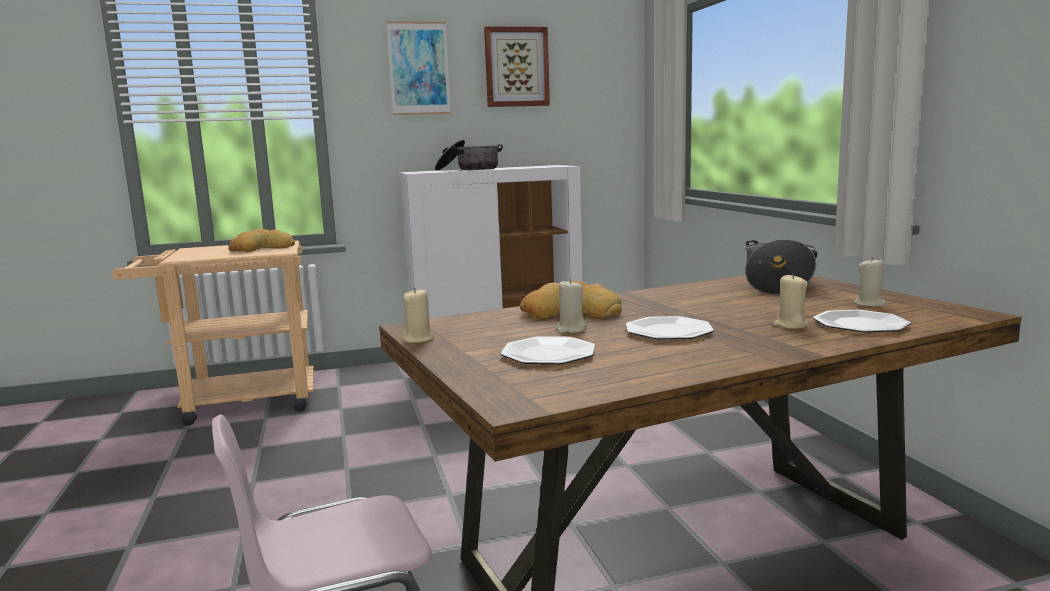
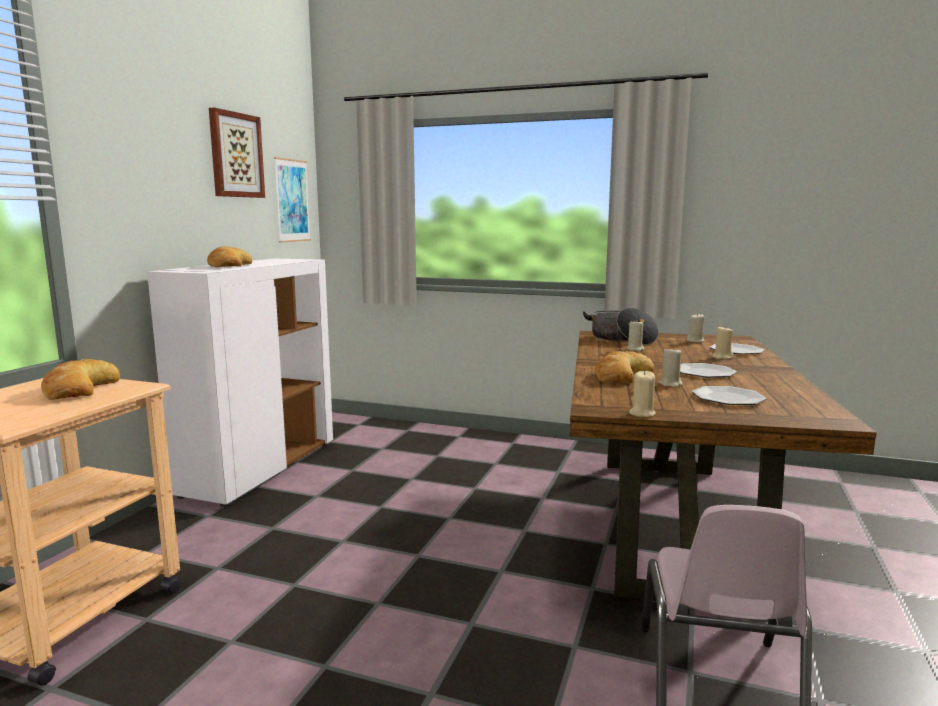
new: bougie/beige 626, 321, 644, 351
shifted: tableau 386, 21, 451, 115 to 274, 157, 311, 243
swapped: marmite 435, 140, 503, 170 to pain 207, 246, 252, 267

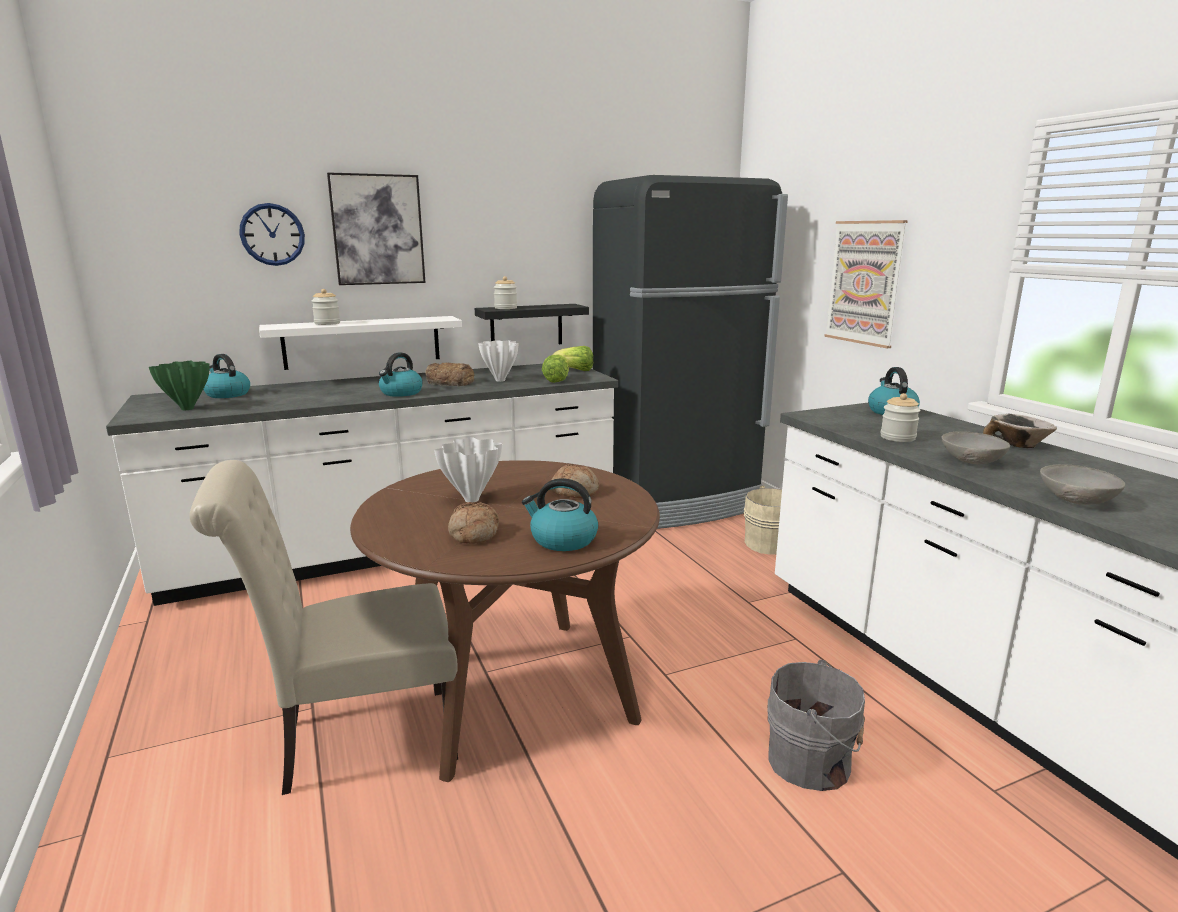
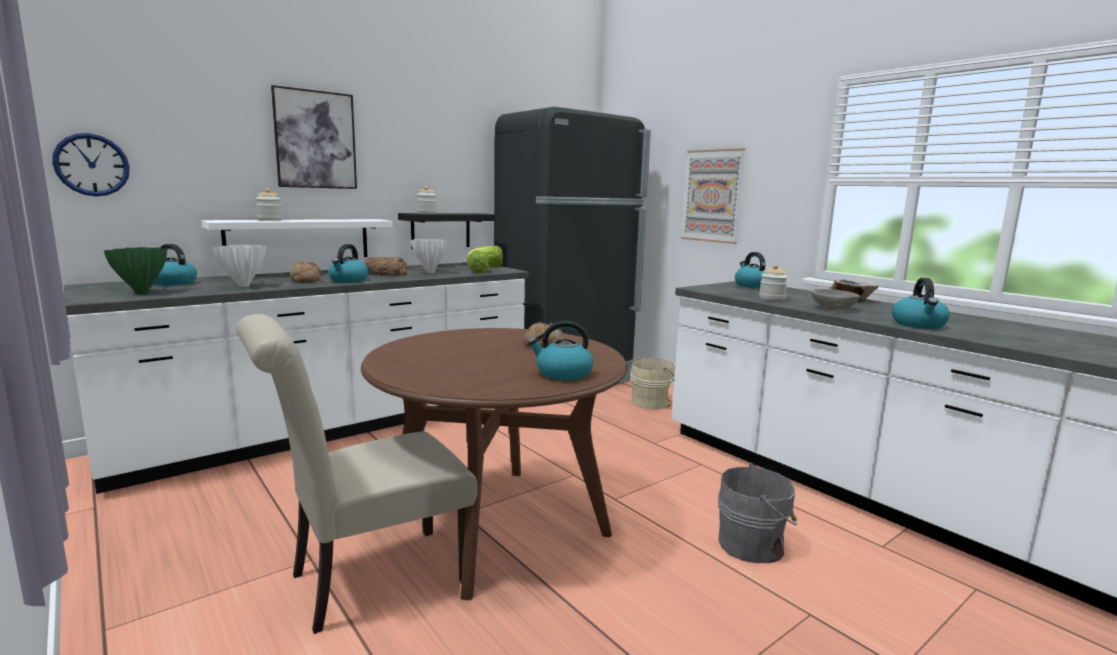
shifted: horloge murale 240, 203, 305, 266 to 52, 133, 130, 197; vase/blanc 434, 437, 502, 502 to 213, 244, 266, 287; pain 448, 502, 499, 544 to 290, 262, 321, 282
swapped: bol/gris 1040, 464, 1125, 505 to bouilloire 892, 278, 950, 329

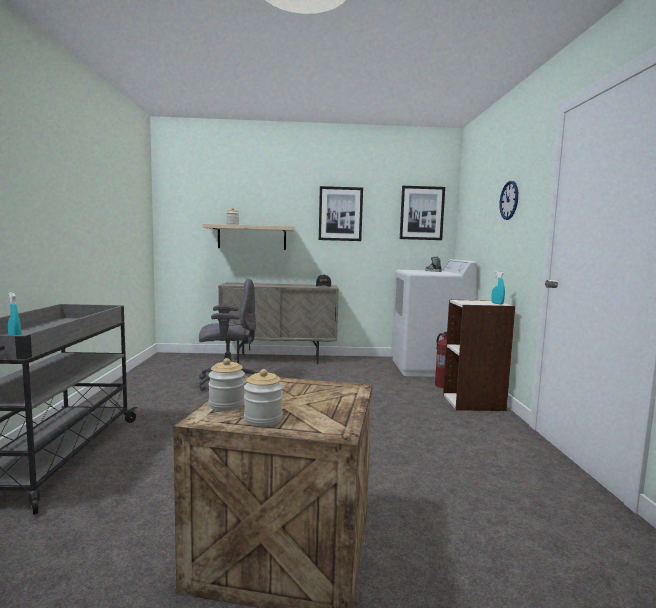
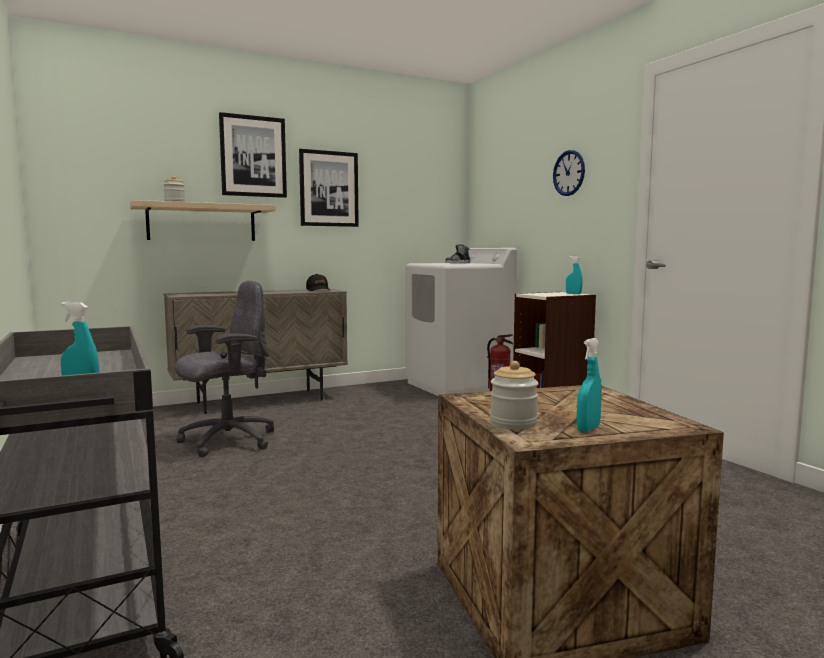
shifted: tableau 400, 186, 445, 240 to 219, 112, 287, 198
swapped: bocal 244, 369, 283, 427 to vaporisateur/turquoise 577, 338, 602, 432

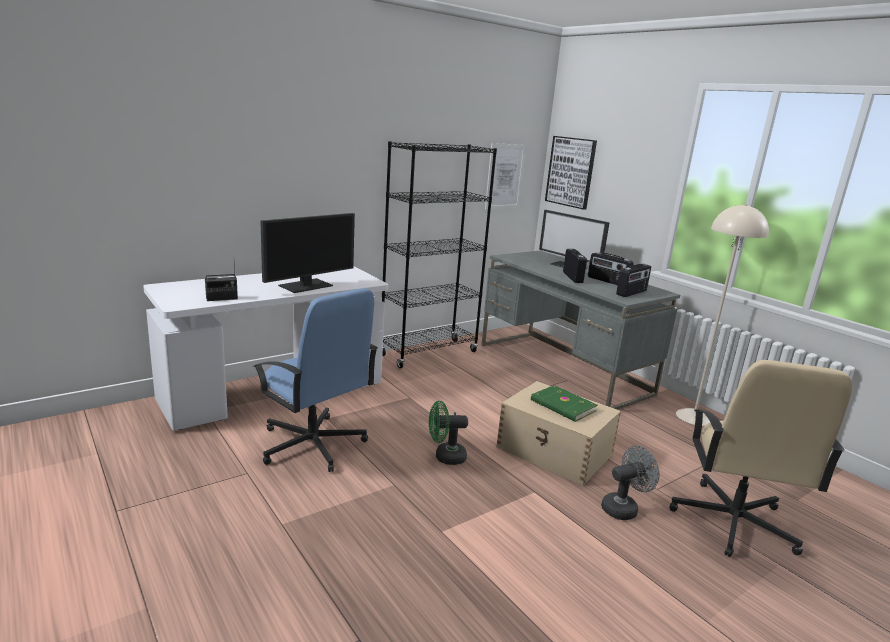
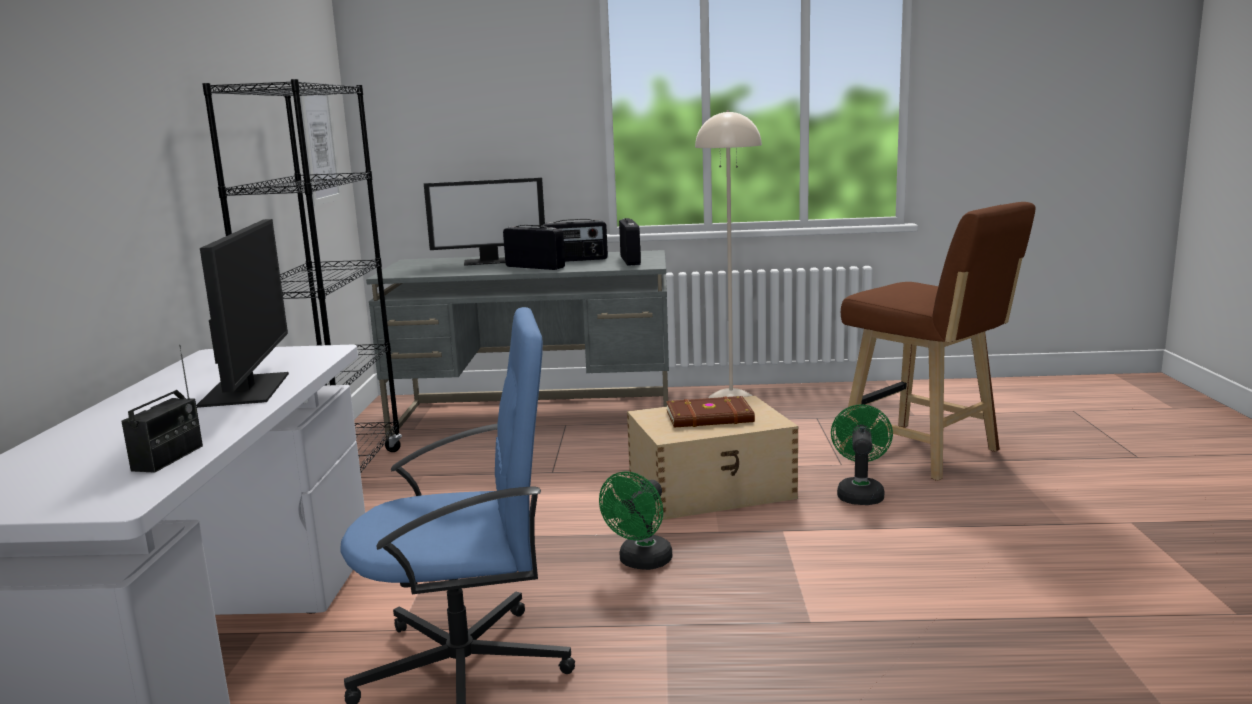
gone: tableau 545, 136, 597, 210
swapped: chaise de bureau/beige 669, 360, 852, 557 to tabouret/marron 839, 202, 1036, 481
repainted: livre/vert 531, 385, 598, 422 to livre/marron 666, 396, 755, 428; ventilateur/gris 601, 446, 659, 520 to ventilateur/vert 831, 404, 893, 505

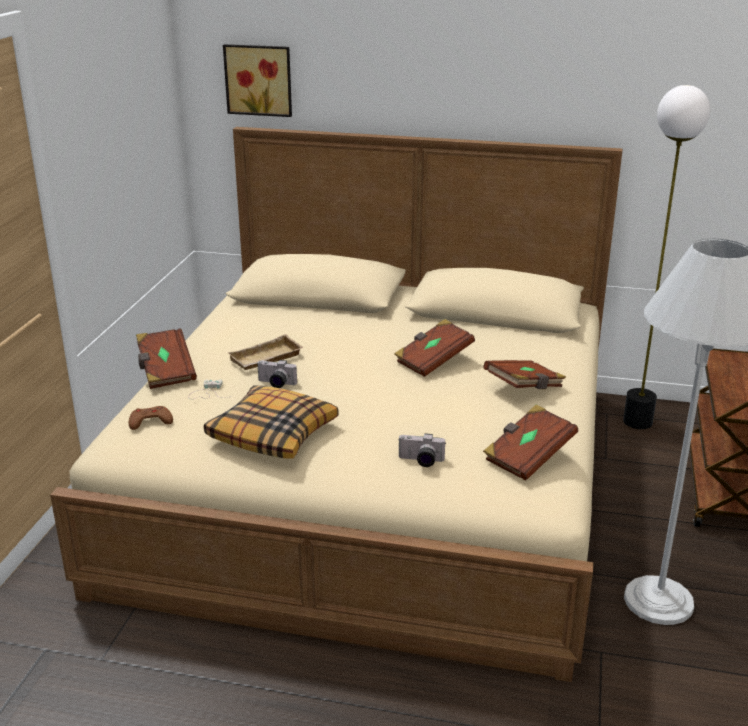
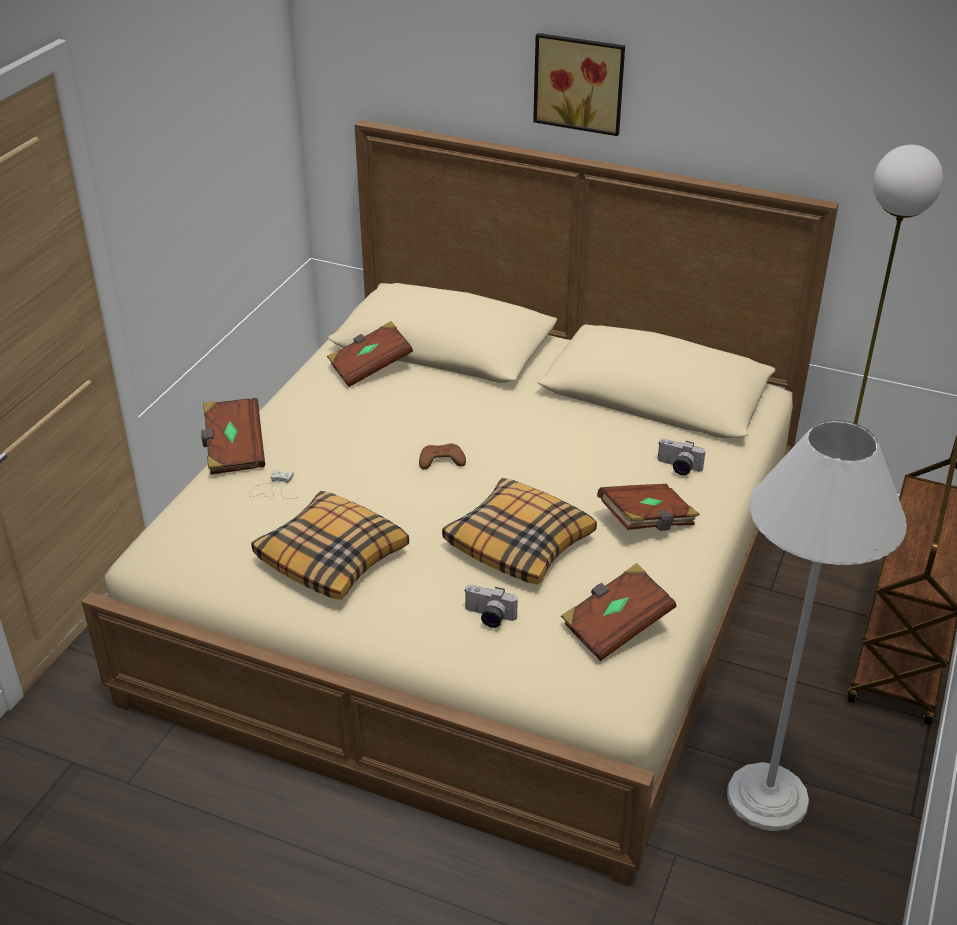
gone: plateau/beige 228, 334, 304, 370
new: coussin 442, 478, 597, 585
shifted: manette/marron 129, 406, 173, 430 to 419, 444, 466, 469; tableau 223, 44, 292, 117 to 533, 33, 625, 136; appareil photo 257, 360, 297, 388 to 658, 439, 706, 475; livre/marron 394, 319, 475, 377 to 327, 321, 413, 387

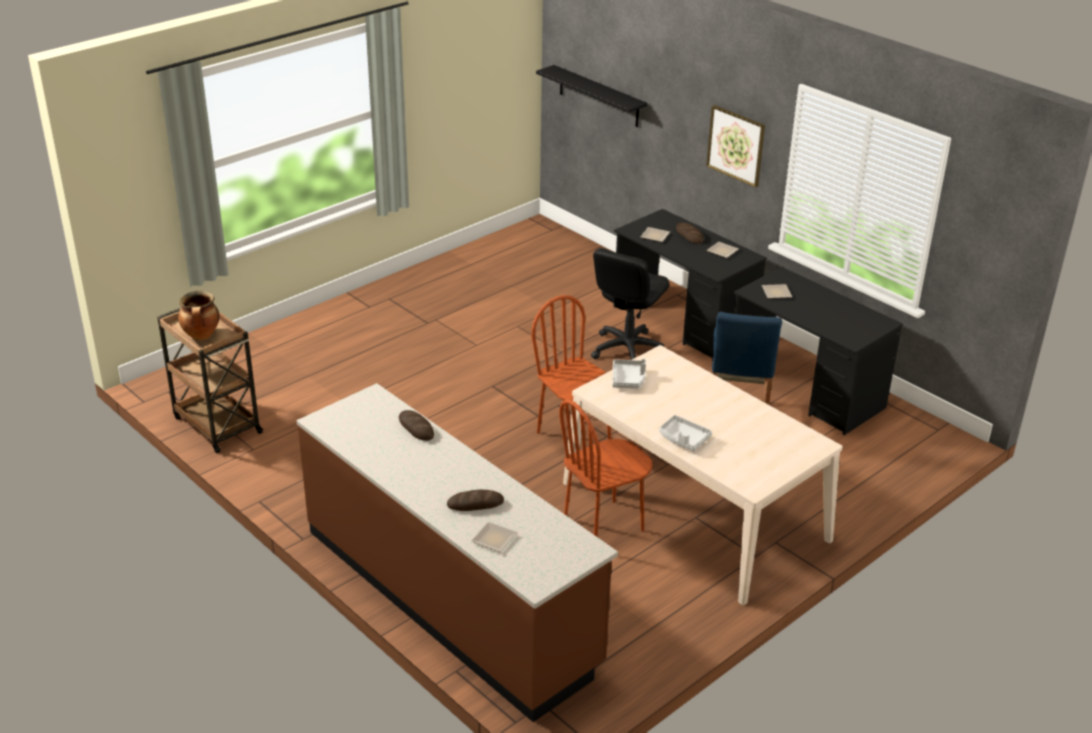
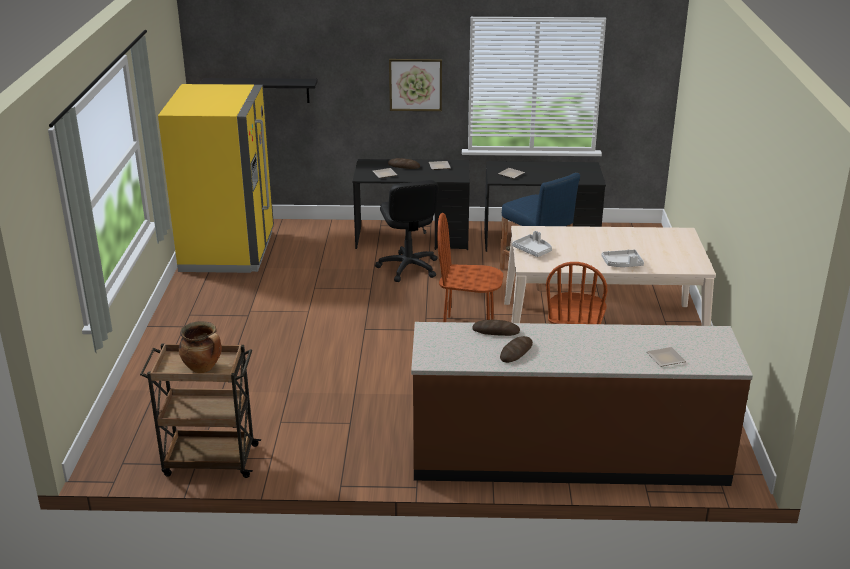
new: réfrigérateur/jaune 158, 84, 274, 273
shifted: pain 447, 490, 504, 511 to 500, 336, 533, 363

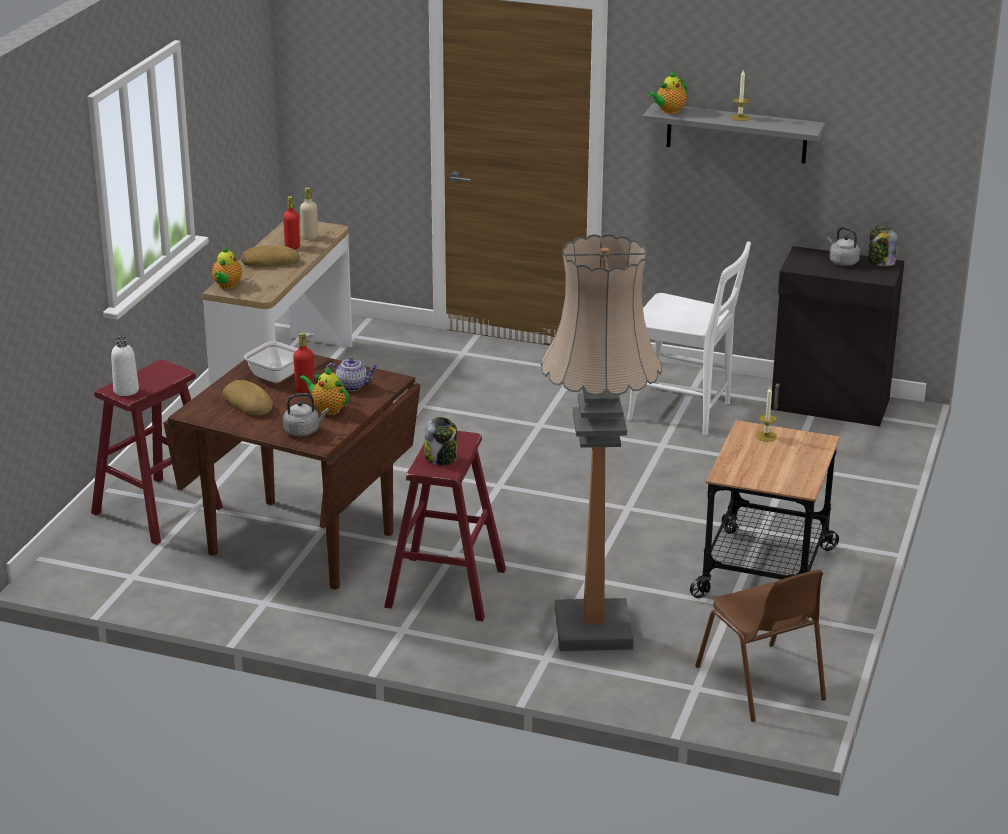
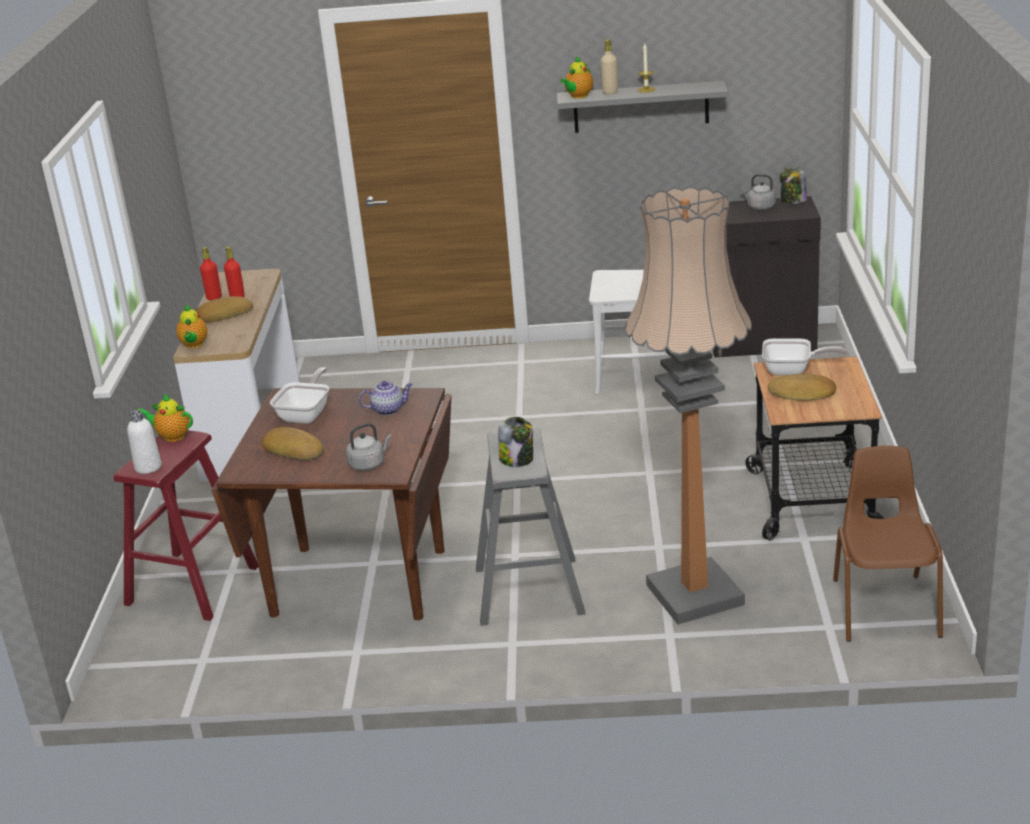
new: pain 767, 374, 837, 401
shifted: bouteille/rouge 293, 332, 314, 393 to 200, 247, 222, 300; théière 299, 366, 349, 415 to 138, 393, 193, 442; bouteille/beige 300, 187, 318, 240 to 601, 39, 618, 95
swapped: bougie 756, 387, 777, 442 to poêle 762, 338, 847, 376
repainted: tabouret/rouge 384, 431, 506, 621 to tabouret/gris 476, 428, 586, 626
rotated: chaise/marron 695, 570, 826, 722 = 833, 446, 943, 642 135 degrees counterclockwise

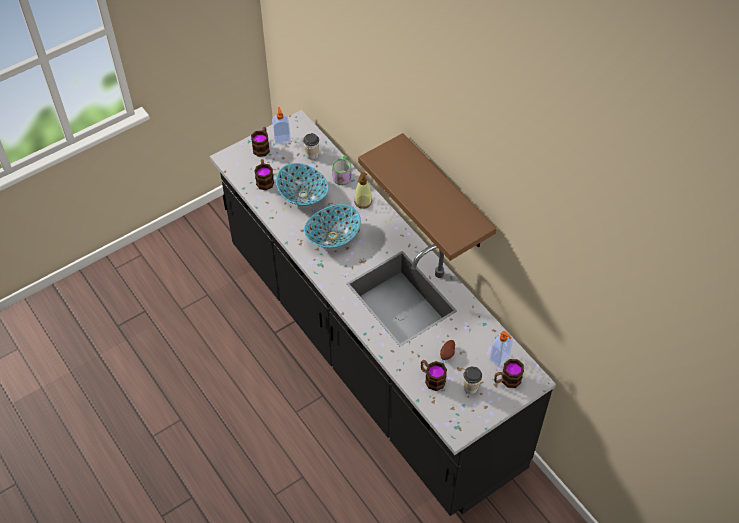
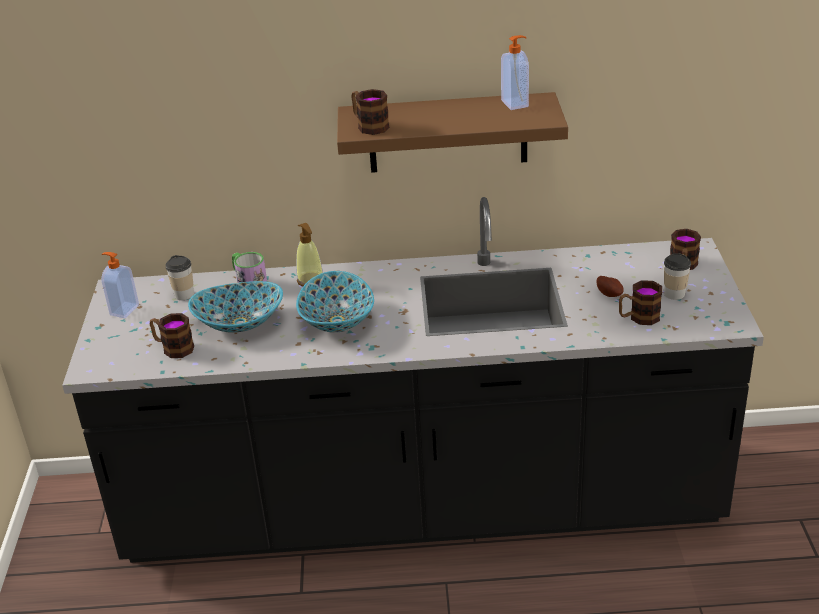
shifted: mug 251, 127, 270, 157 to 351, 89, 390, 135; distributeur de savon 490, 331, 513, 367 to 501, 35, 529, 110

